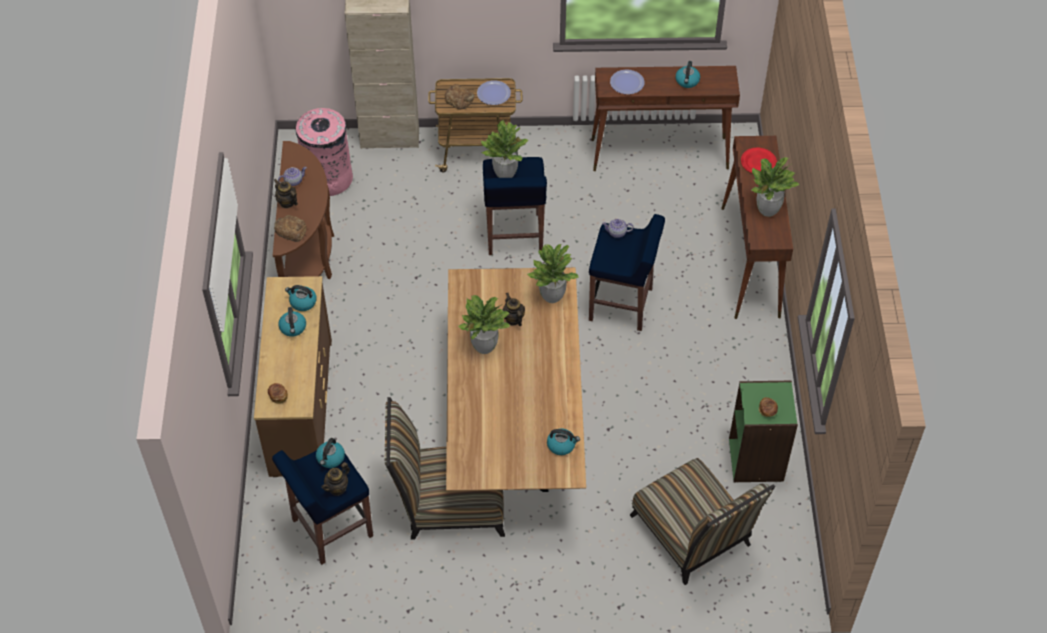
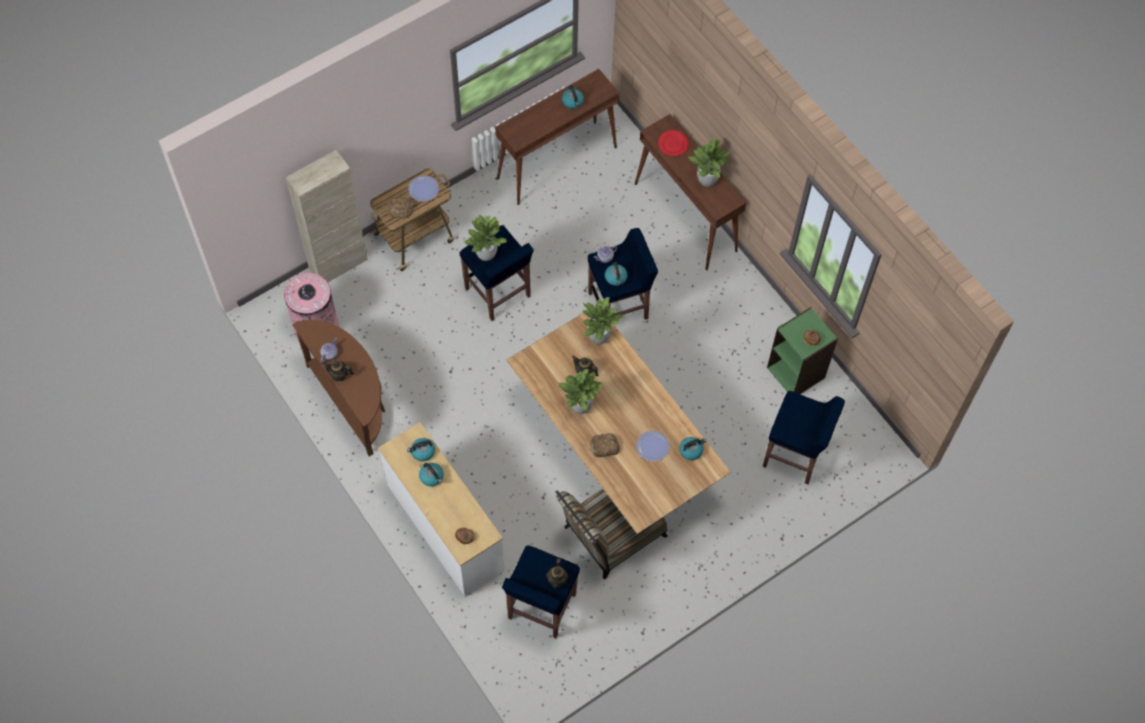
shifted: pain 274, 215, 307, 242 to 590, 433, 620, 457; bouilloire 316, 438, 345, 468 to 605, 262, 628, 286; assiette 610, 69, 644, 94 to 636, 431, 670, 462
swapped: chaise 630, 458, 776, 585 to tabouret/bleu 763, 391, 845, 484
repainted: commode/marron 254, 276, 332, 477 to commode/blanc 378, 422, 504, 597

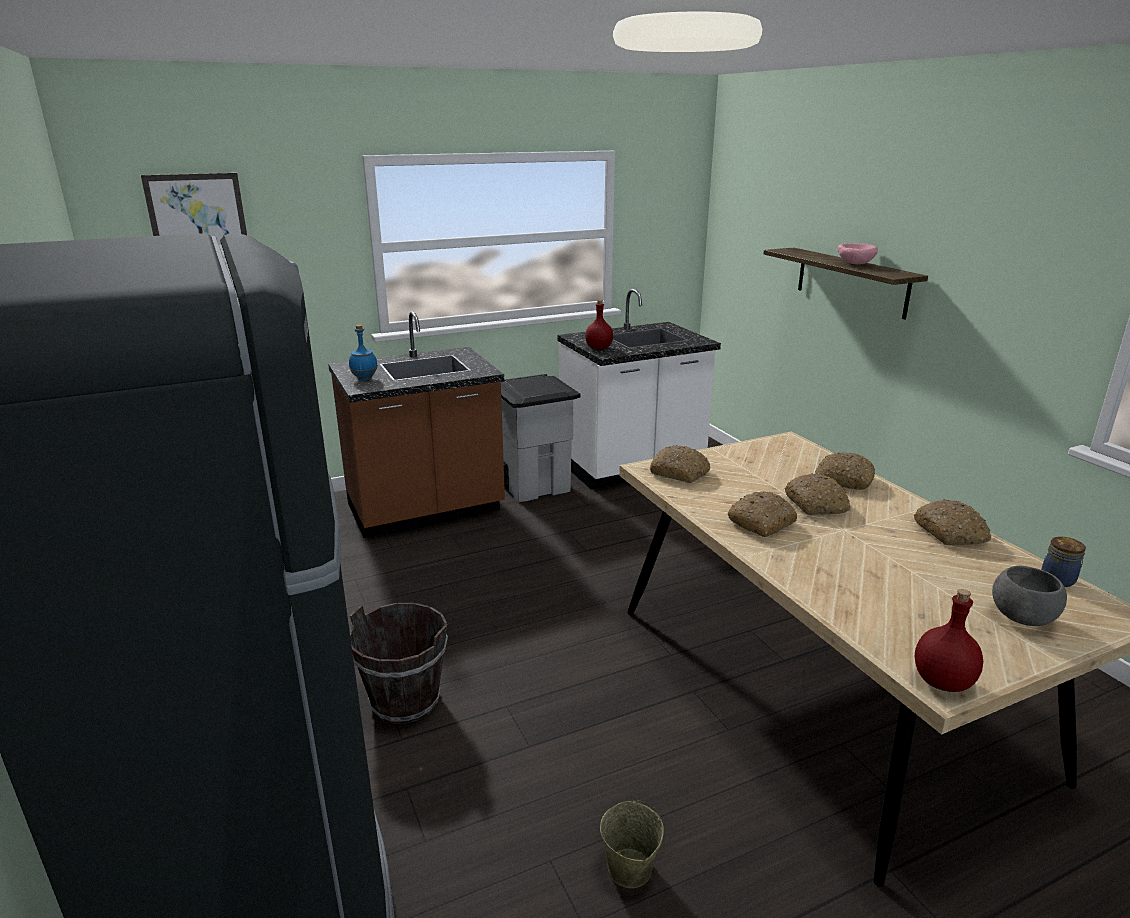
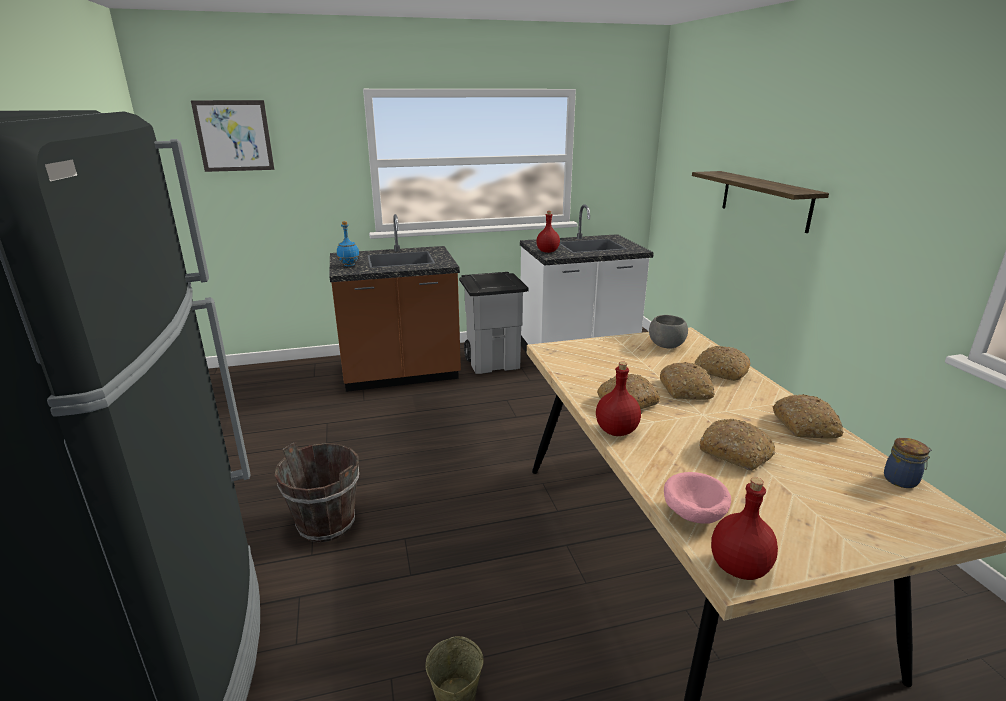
new: bouteille/rouge 596, 361, 641, 436
shifted: pain 650, 445, 710, 483 to 699, 419, 775, 471; bol/rose 838, 243, 878, 265 to 664, 472, 731, 523; bol/gris 992, 566, 1067, 626 to 649, 315, 688, 348

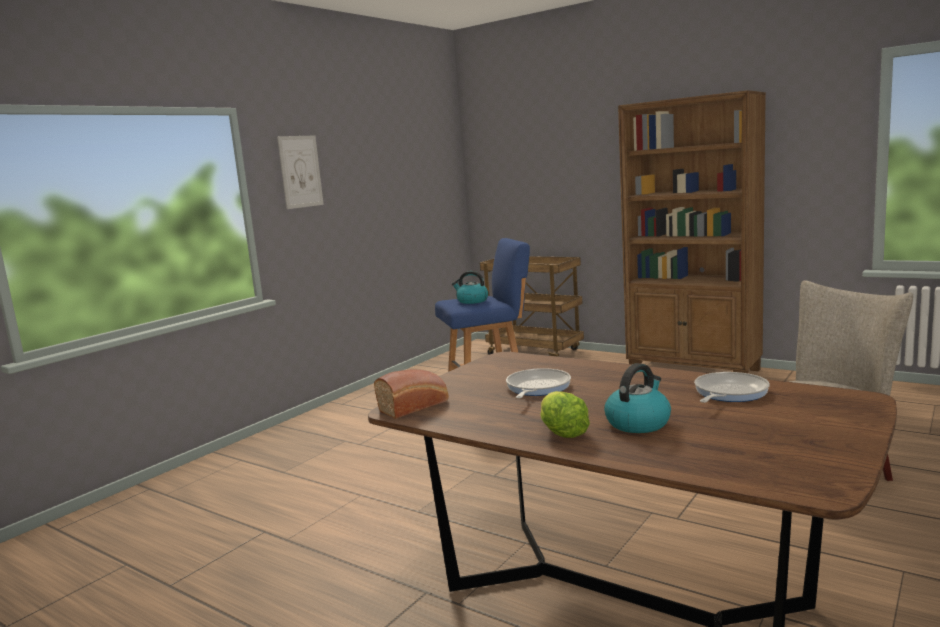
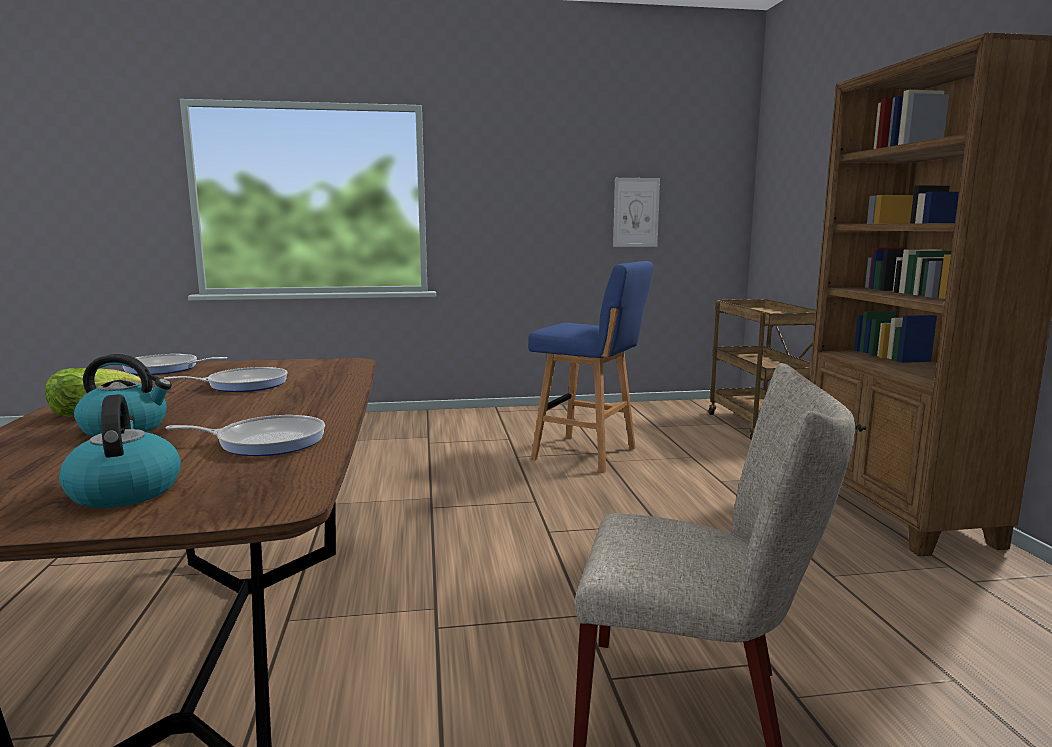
shifted: tableau 277, 135, 324, 209 to 613, 178, 660, 247; bouilloire 452, 271, 488, 304 to 59, 394, 181, 508
swapped: pain 374, 369, 449, 419 to poêle 122, 354, 227, 375

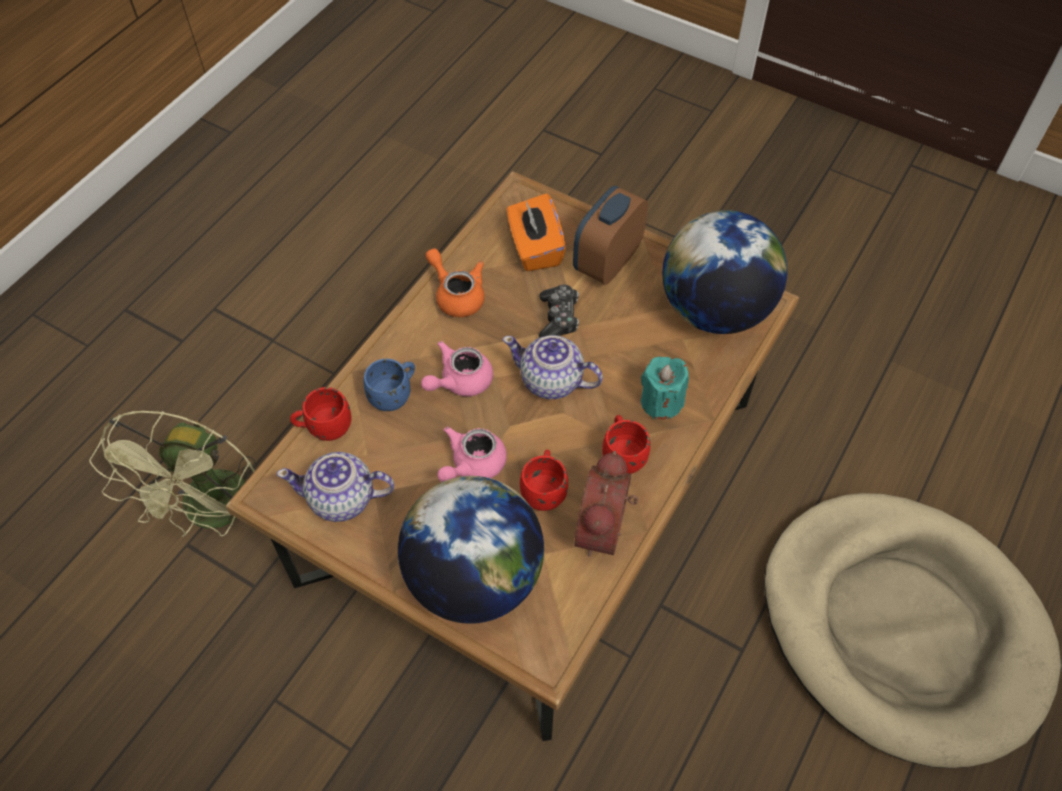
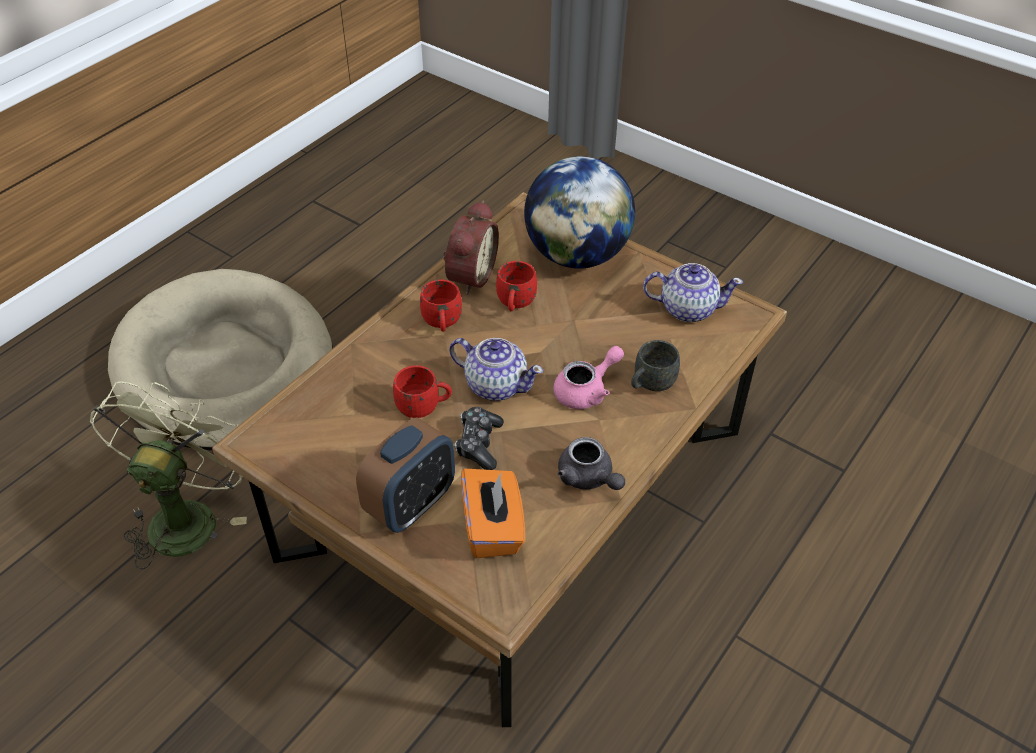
gone: théière/rose 437, 427, 507, 482; bougie/turquoise 641, 357, 689, 420; globe 662, 210, 787, 334
shifted: ventilateur/vert 89, 411, 256, 537 to 90, 381, 247, 569; mug/rouge 290, 387, 352, 441 to 393, 365, 452, 418
repainted: mug/bleu 363, 359, 415, 411 to mug/gris 631, 340, 680, 391; théière/orange 426, 248, 485, 317 to théière/gris 558, 437, 625, 490

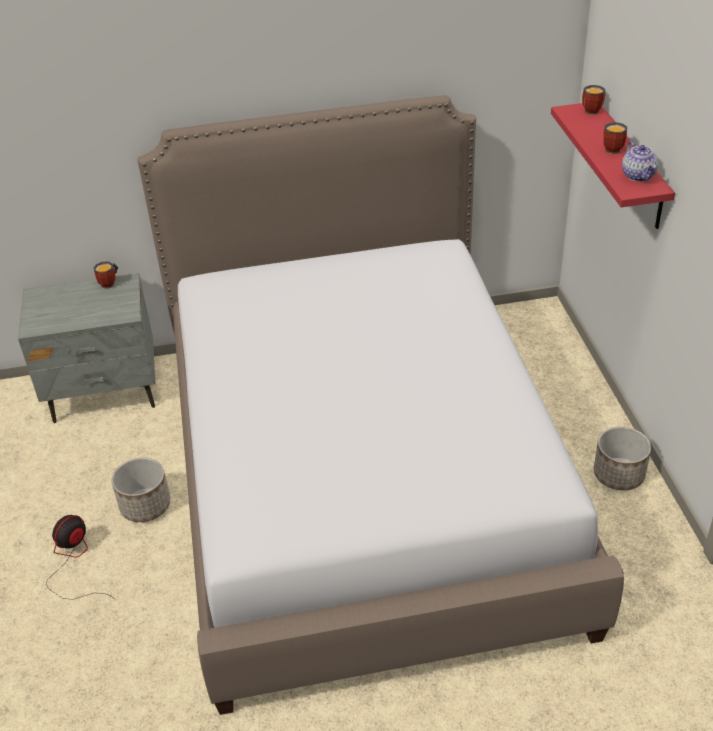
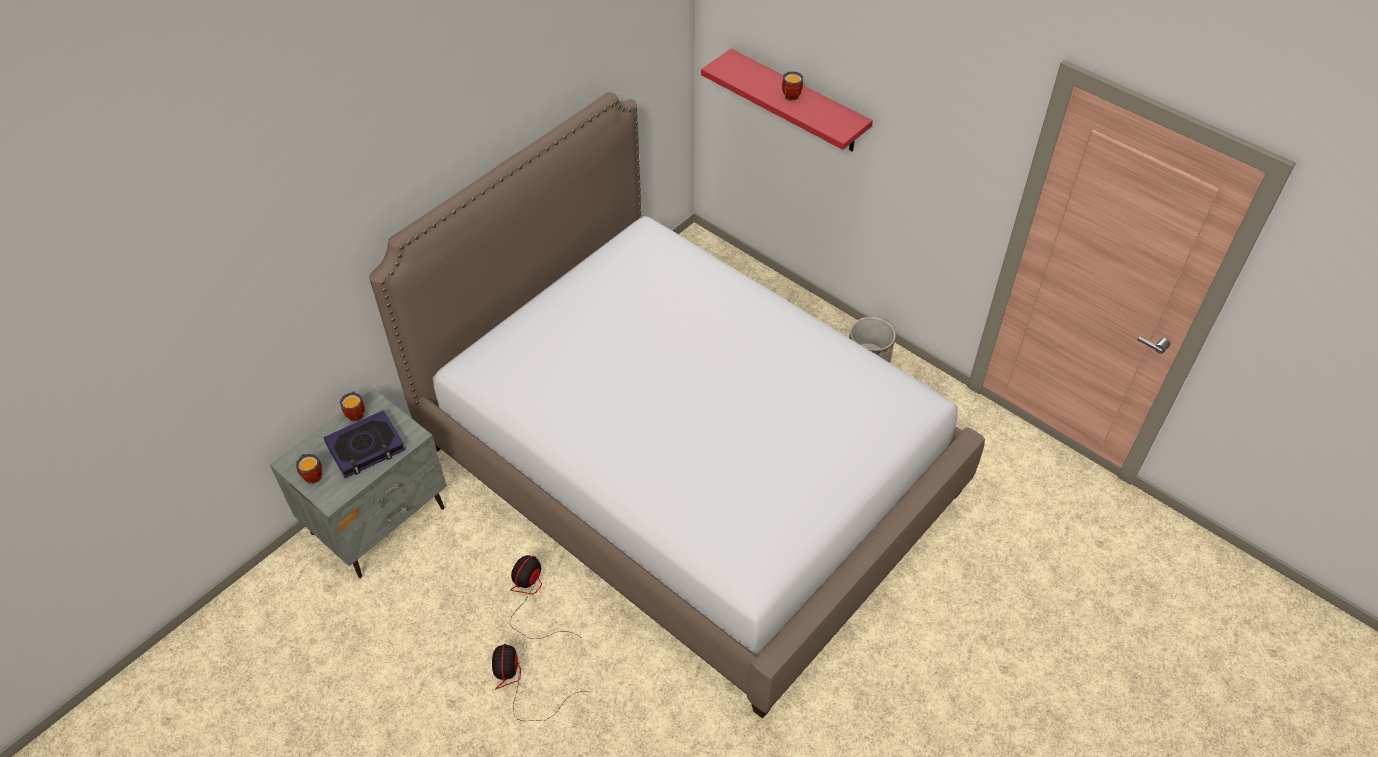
gone: théière 622, 141, 658, 181
new: livre 324, 410, 406, 478
shifted: mug 582, 85, 605, 115 to 296, 454, 322, 484
swapped: cache-pot 112, 457, 170, 522 to ventilateur 510, 555, 580, 639

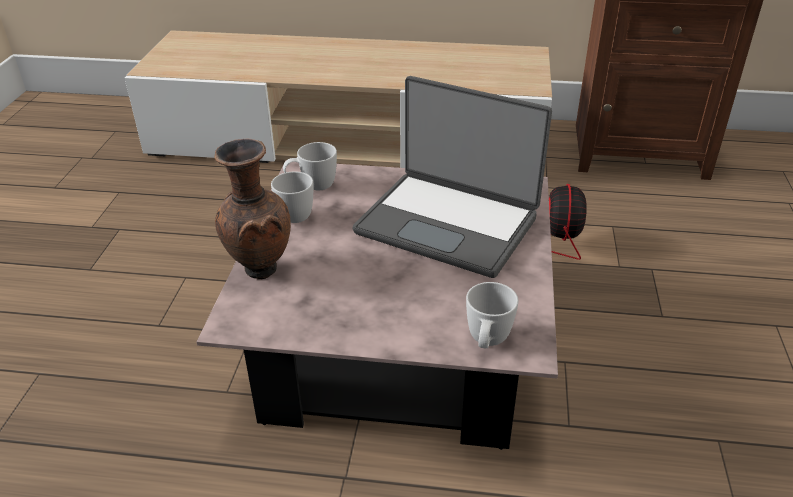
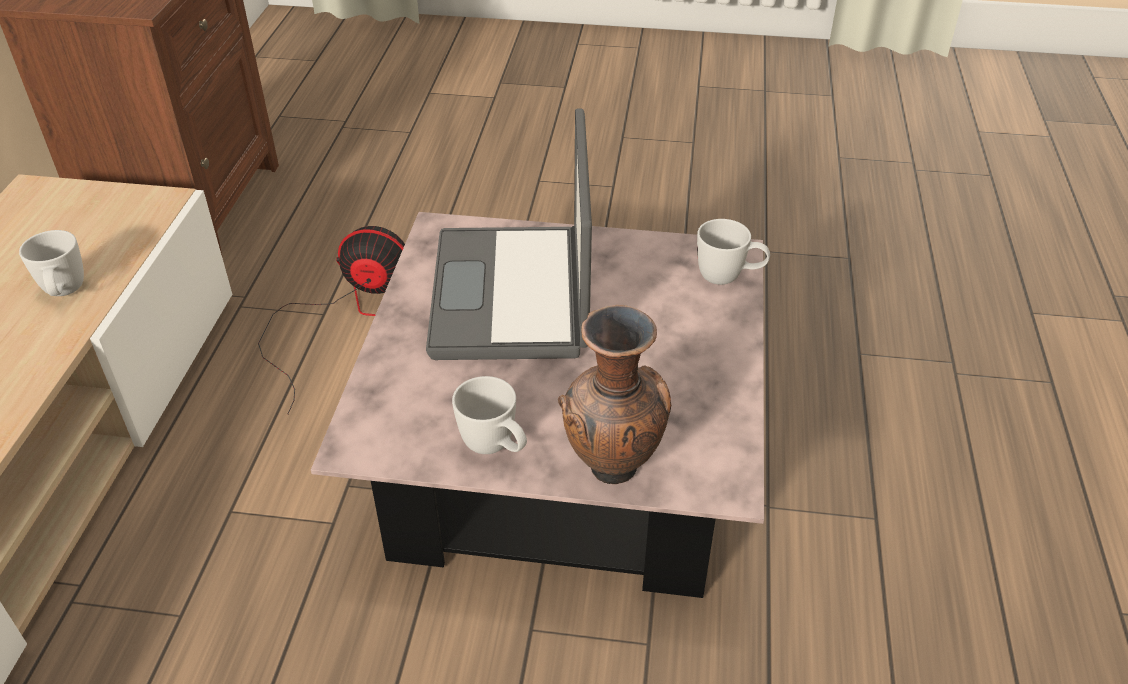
shifted: mug/blanc 283, 142, 337, 190 to 19, 230, 84, 296
rotated: ordinateur portable 353, 76, 552, 278 = 426, 109, 592, 360 150 degrees clockwise

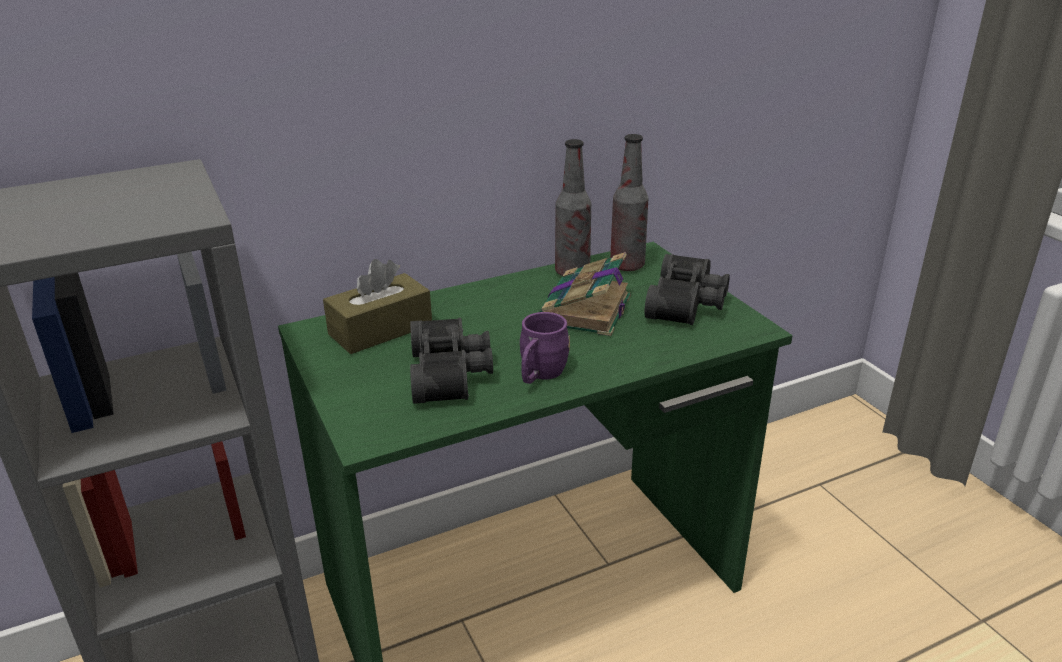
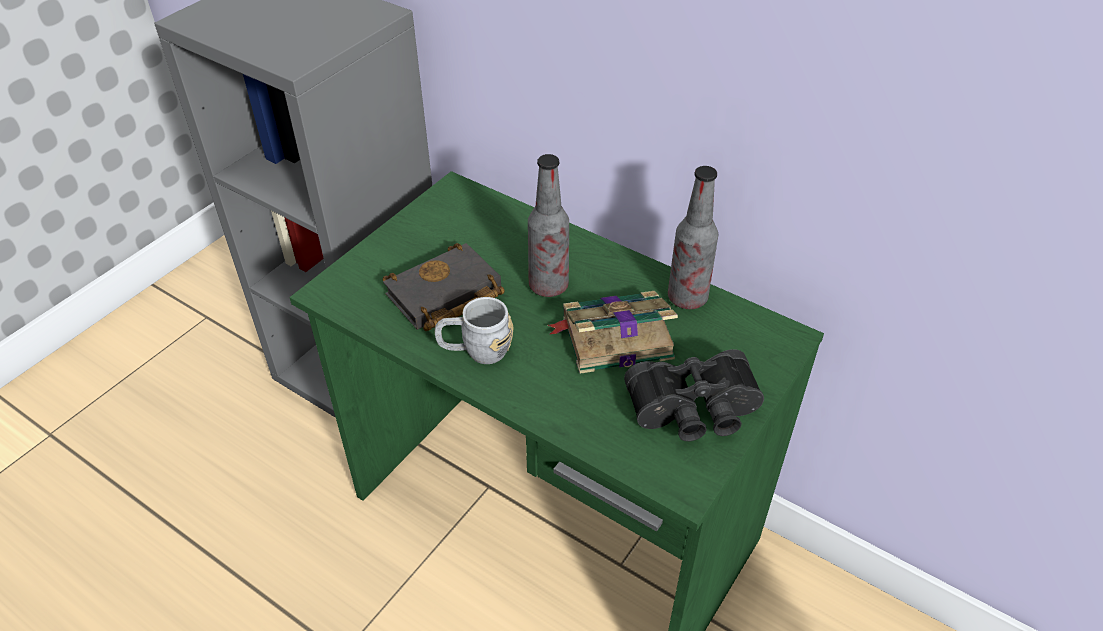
gone: boîte à mouchoirs/marron 323, 259, 432, 354
shifted: bouteille 610, 134, 648, 271 to 528, 154, 569, 297
swapped: jumelles/noir 410, 318, 493, 404 to livre/noir 383, 243, 505, 331
repainted: mug/violet 520, 312, 570, 384 to mug/gris 435, 297, 513, 364

